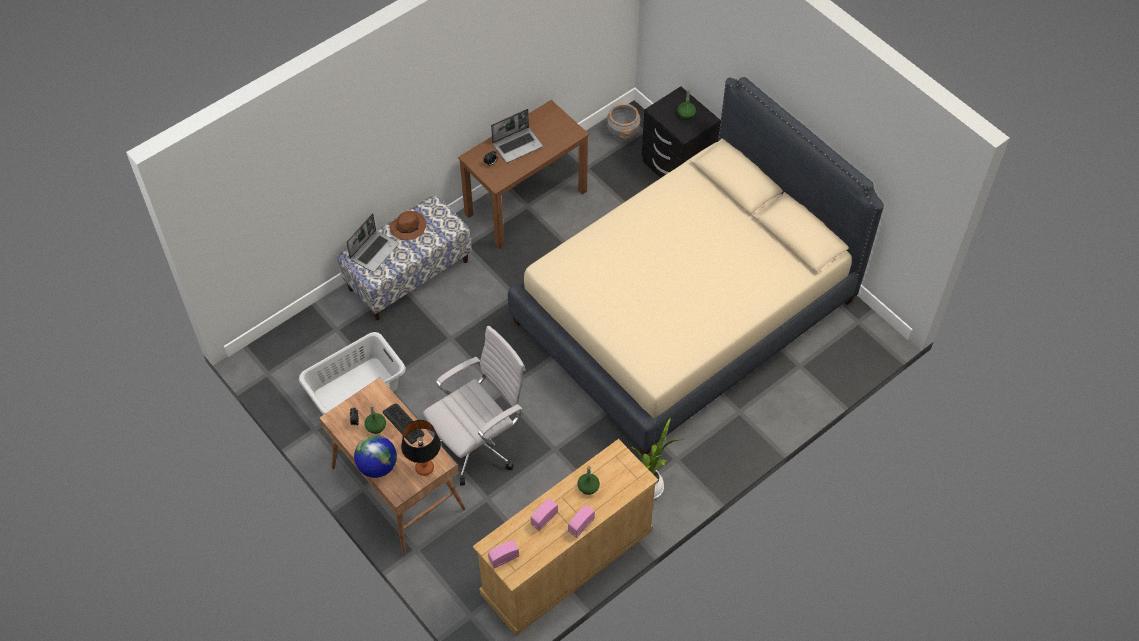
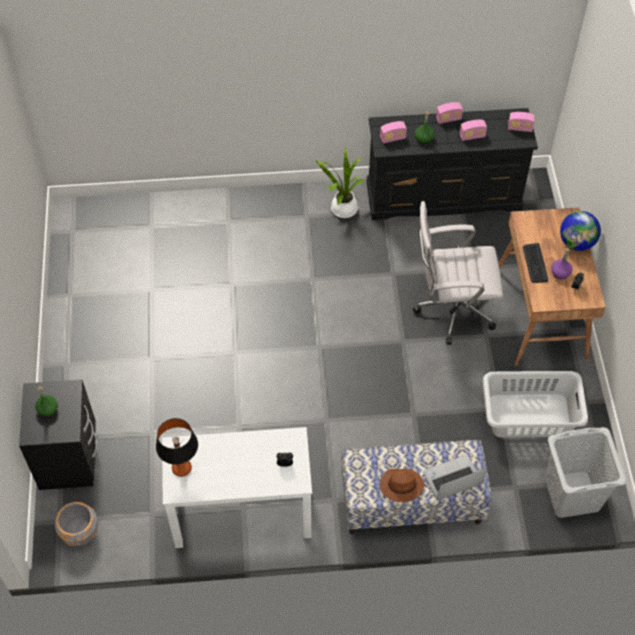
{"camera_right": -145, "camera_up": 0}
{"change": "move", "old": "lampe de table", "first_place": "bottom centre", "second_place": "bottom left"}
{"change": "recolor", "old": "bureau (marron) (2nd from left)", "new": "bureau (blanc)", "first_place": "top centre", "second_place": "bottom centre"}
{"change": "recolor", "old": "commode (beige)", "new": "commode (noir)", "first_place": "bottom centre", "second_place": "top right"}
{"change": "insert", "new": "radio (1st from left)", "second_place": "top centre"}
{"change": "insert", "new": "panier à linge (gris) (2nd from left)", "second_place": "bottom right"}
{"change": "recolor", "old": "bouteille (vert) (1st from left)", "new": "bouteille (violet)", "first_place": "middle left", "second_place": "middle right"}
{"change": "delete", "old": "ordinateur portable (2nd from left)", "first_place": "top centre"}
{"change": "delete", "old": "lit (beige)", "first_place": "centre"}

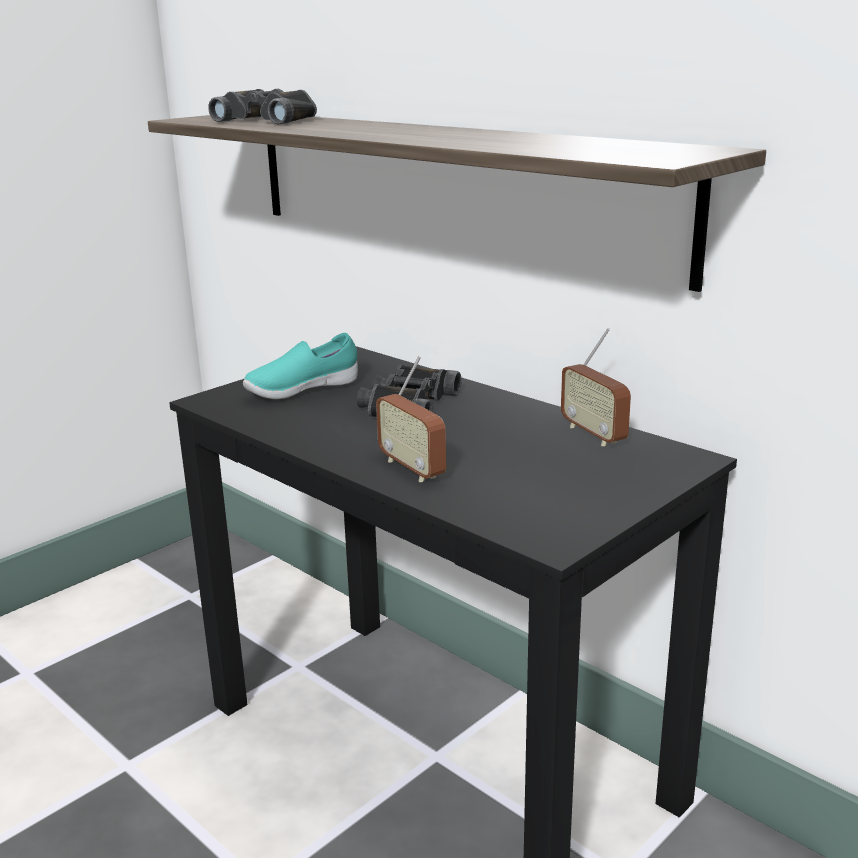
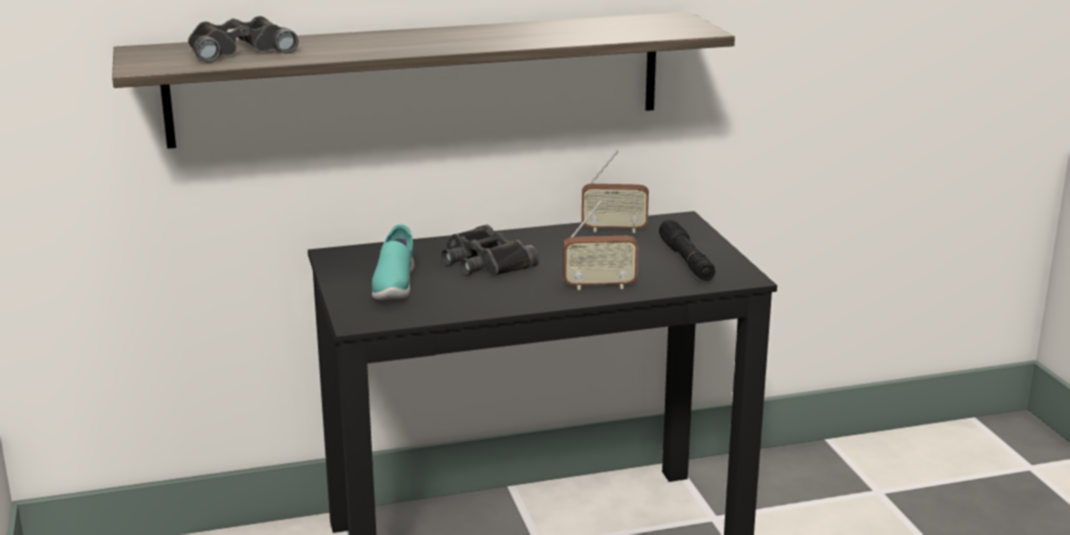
{"camera_right": -60, "camera_up": 0}
{"change": "insert", "new": "lampe de poche (noir)", "second_place": "centre"}

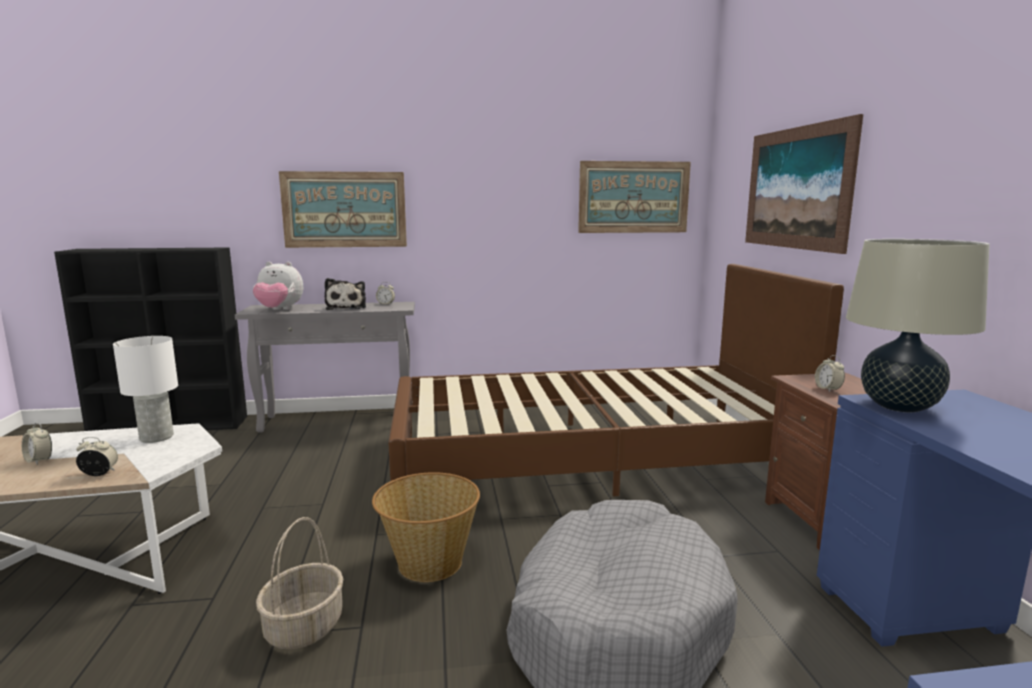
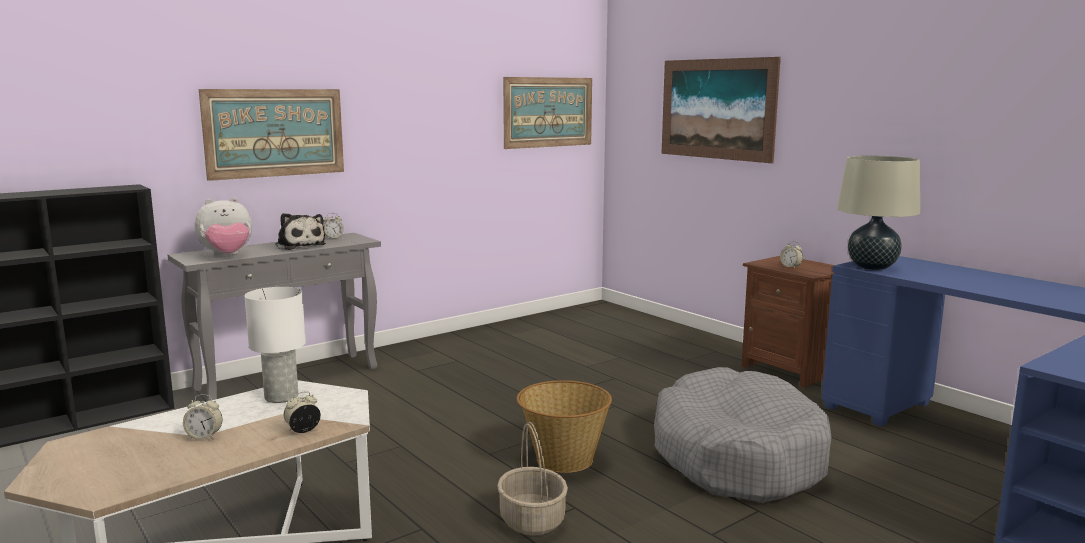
{"camera_right": -30, "camera_up": 0}
{"change": "delete", "old": "lit (marron)", "first_place": "centre"}

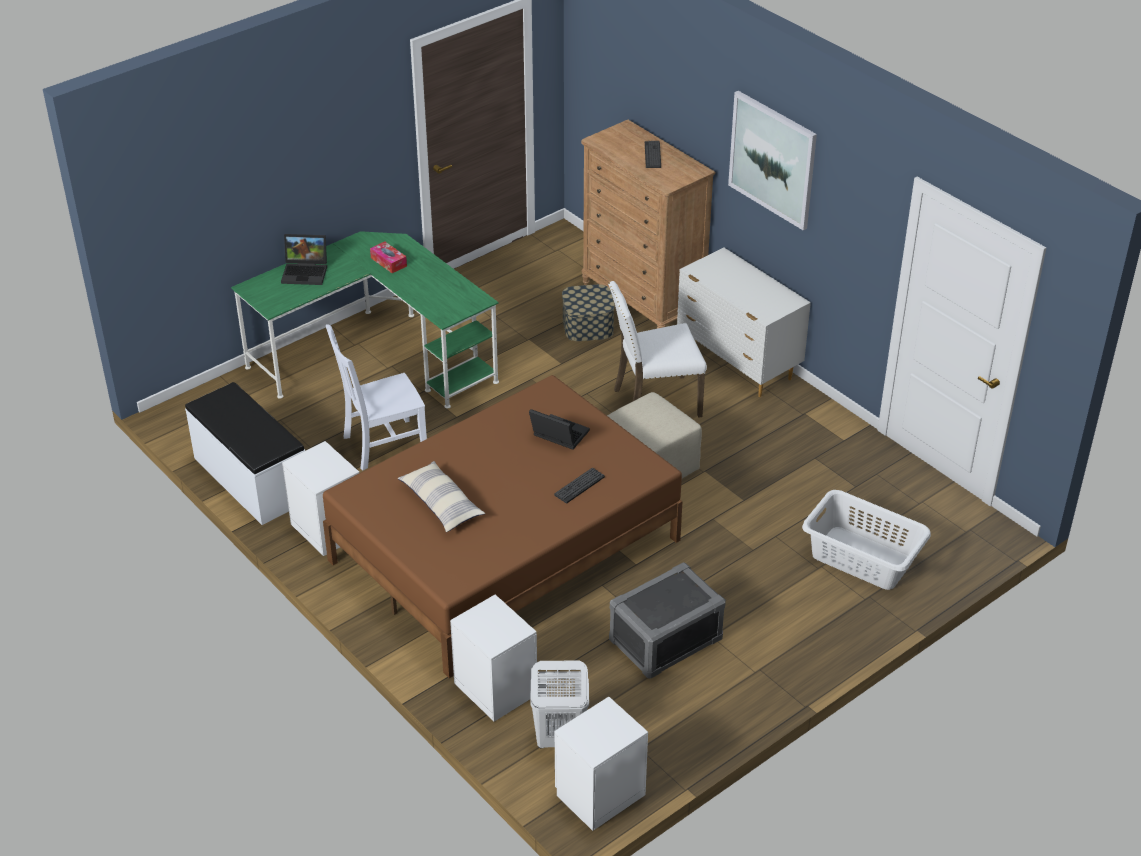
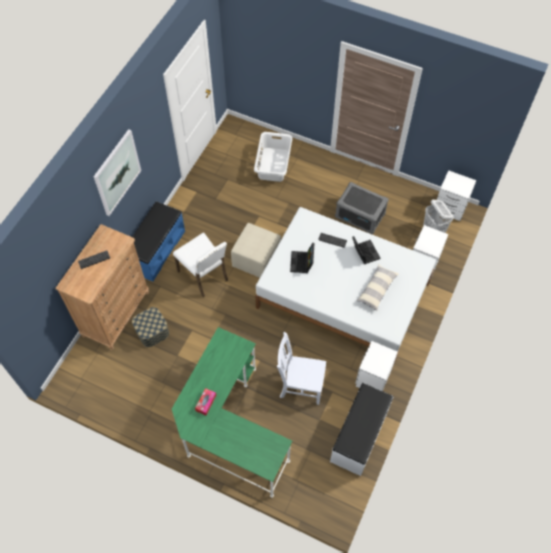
{"camera_right": -115, "camera_up": 20}
{"change": "replace", "old": "commode (blanc)", "new": "banc (bleu)", "first_place": "centre", "second_place": "middle left"}
{"change": "recolor", "old": "lit (marron)", "new": "lit (blanc)", "first_place": "centre", "second_place": "centre"}
{"change": "rotate", "old": "chaise (blanc) (1st from left in the first image)", "first_place": "middle left", "second_place": "centre", "degrees": 150}
{"change": "move", "old": "ordinateur portable (1st from left in the first image)", "new": "ordinateur portable (2nd from left)", "first_place": "top left", "second_place": "centre"}

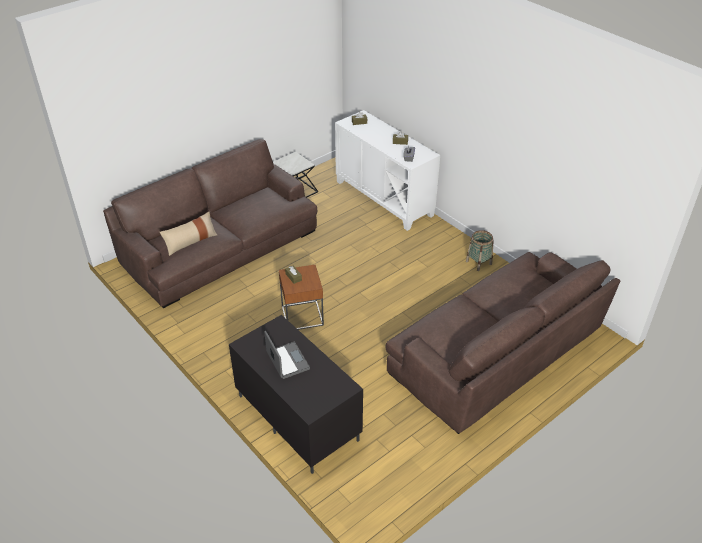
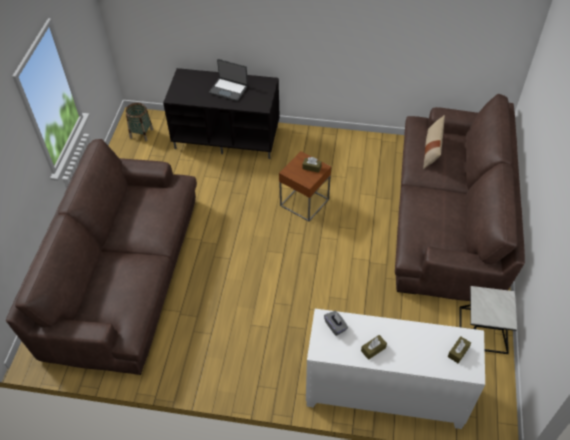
{"camera_right": 140, "camera_up": 10}
{"change": "move", "old": "panier", "first_place": "middle right", "second_place": "top left"}

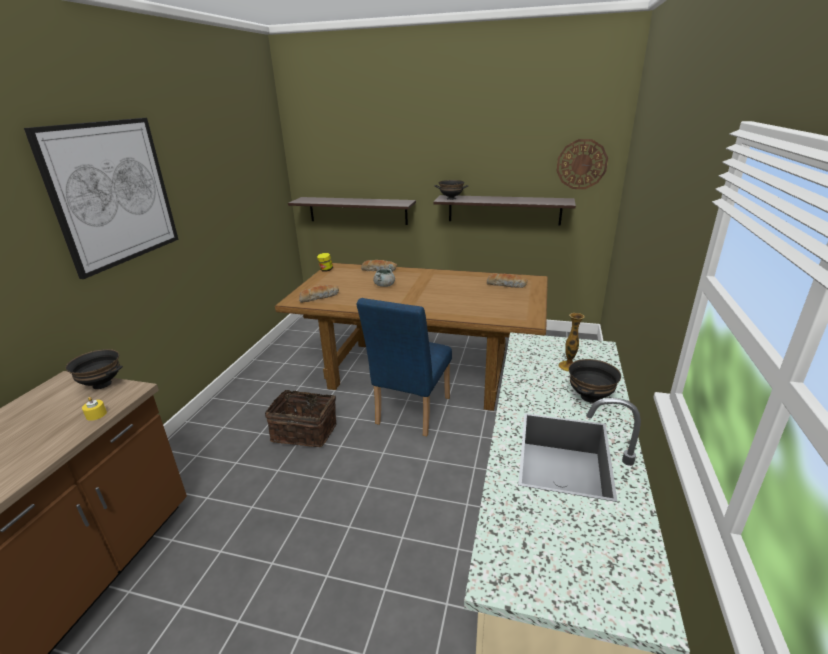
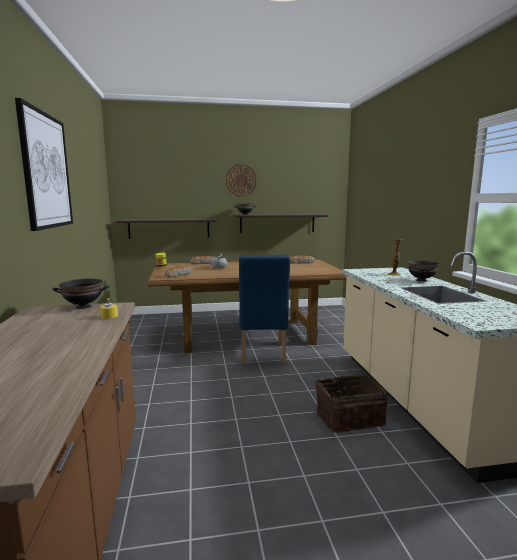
{"camera_right": -25, "camera_up": -15}
{"change": "move", "old": "horloge murale", "first_place": "top right", "second_place": "top centre"}
{"change": "move", "old": "panier", "first_place": "centre", "second_place": "bottom right"}

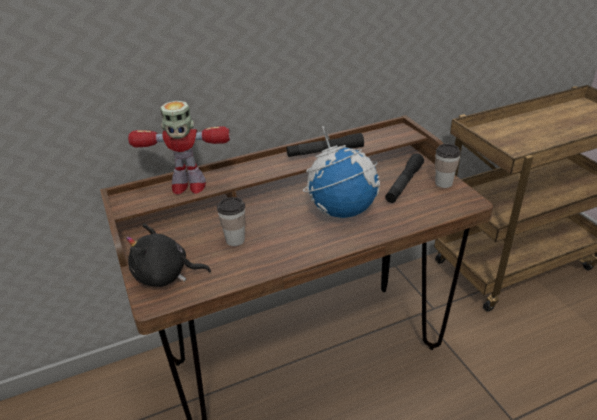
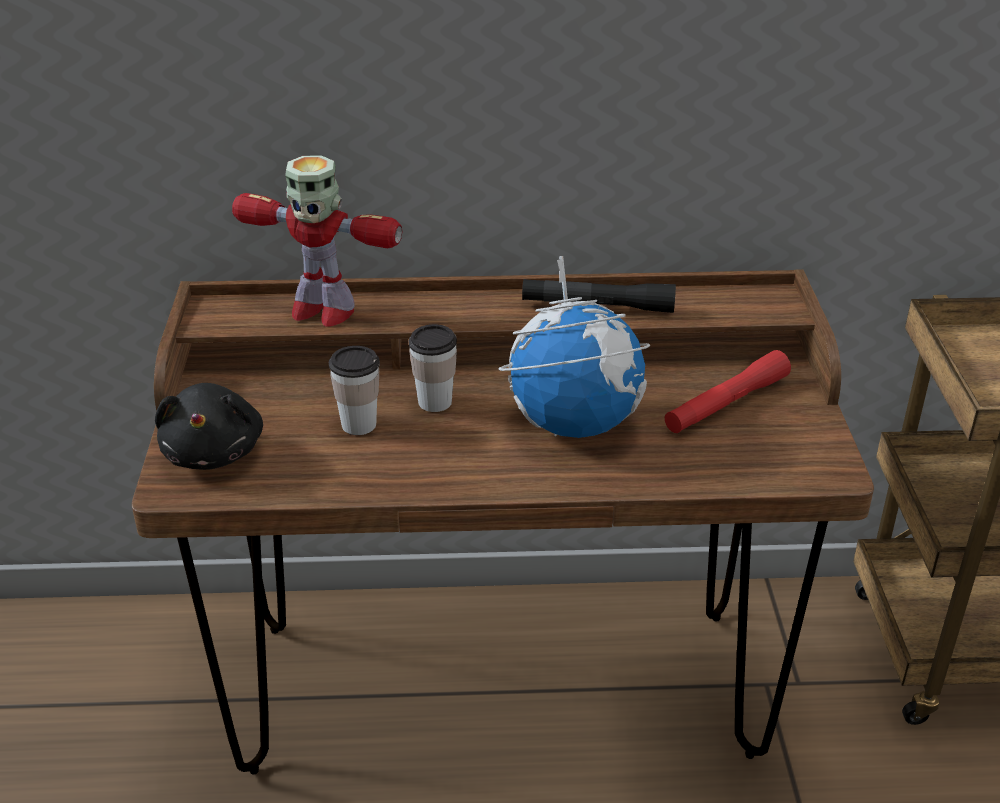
{"camera_right": 20, "camera_up": 0}
{"change": "rotate", "old": "peluche (noir)", "first_place": "middle left", "second_place": "middle left", "degrees": -120}
{"change": "move", "old": "tasse (2nd from left)", "first_place": "middle right", "second_place": "centre"}
{"change": "recolor", "old": "lampe de poche (noir) (2nd from left)", "new": "lampe de poche (rouge)", "first_place": "middle right", "second_place": "middle right"}

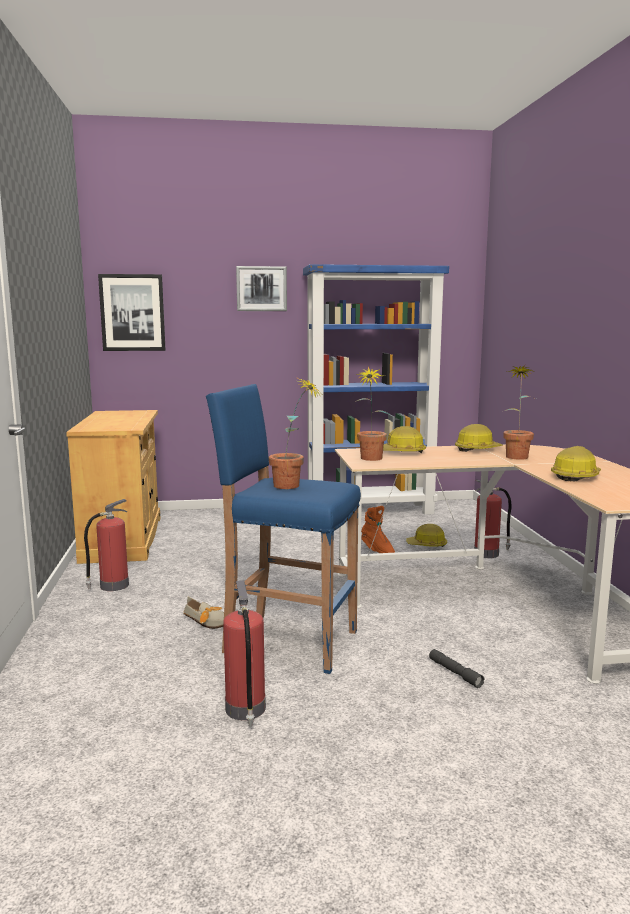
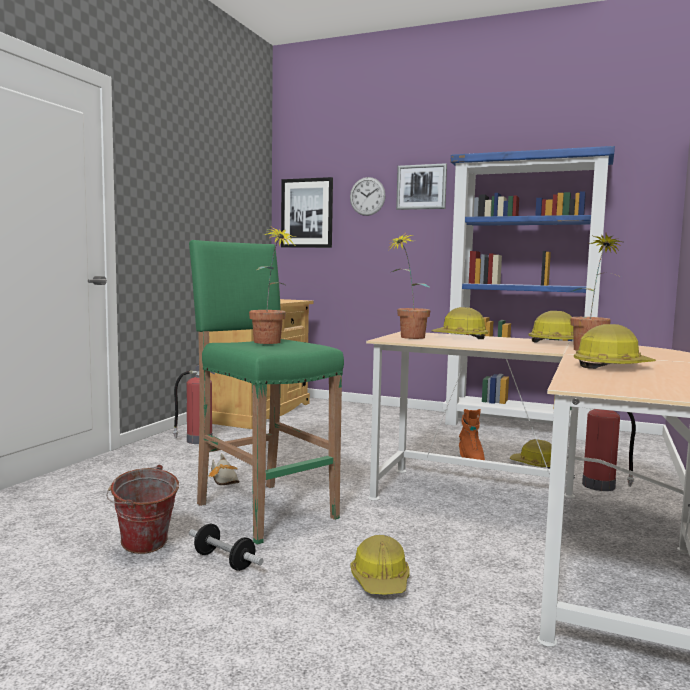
{"camera_right": 30, "camera_up": -5}
{"change": "replace", "old": "extincteur (2nd from left)", "new": "seau", "first_place": "bottom centre", "second_place": "bottom left"}
{"change": "recolor", "old": "tabouret (bleu)", "new": "tabouret (vert)", "first_place": "centre", "second_place": "centre"}
{"change": "insert", "new": "haltère", "second_place": "bottom left"}
{"change": "insert", "new": "horloge murale", "second_place": "top centre"}
{"change": "replace", "old": "lampe de poche (gris)", "new": "casque de chantier (1st from left)", "first_place": "bottom right", "second_place": "bottom centre"}

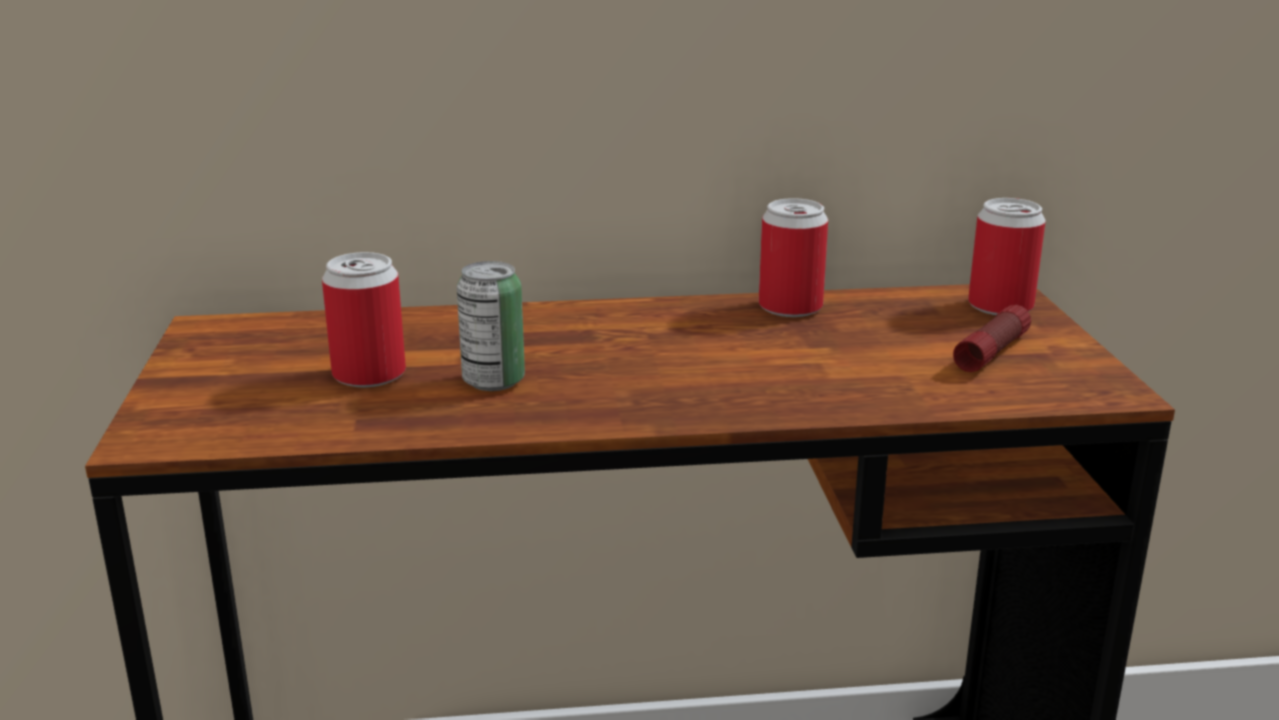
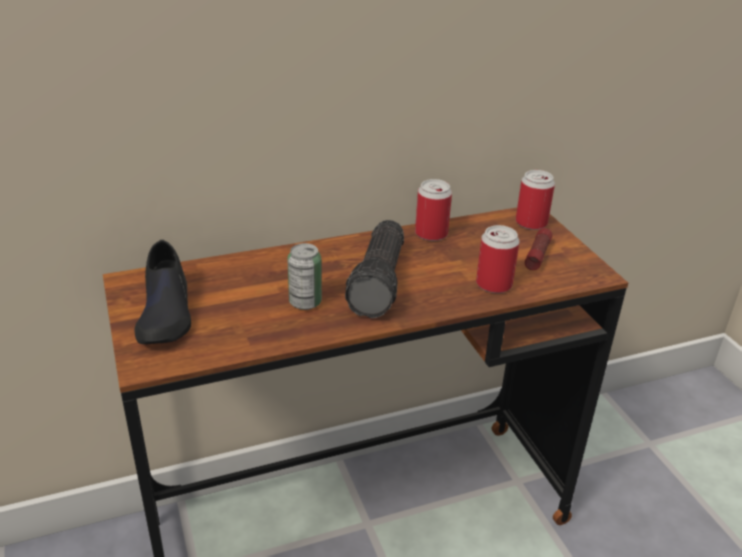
{"camera_right": -15, "camera_up": 10}
{"change": "insert", "new": "chaussure (noir)", "second_place": "middle left"}
{"change": "insert", "new": "lampe de poche (1st from left)", "second_place": "centre"}
{"change": "move", "old": "boîte métallique (1st from left in the first image)", "new": "boîte métallique (3rd from left)", "first_place": "middle left", "second_place": "middle right"}

